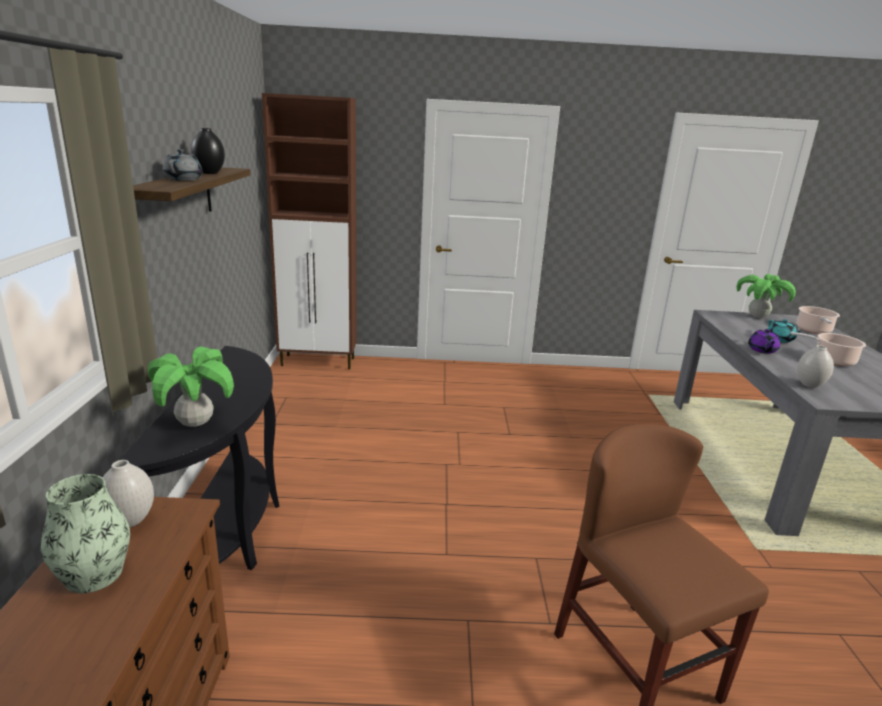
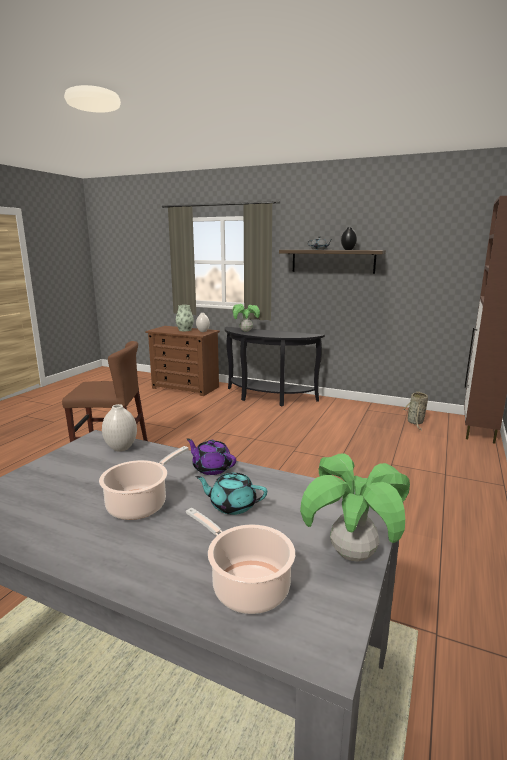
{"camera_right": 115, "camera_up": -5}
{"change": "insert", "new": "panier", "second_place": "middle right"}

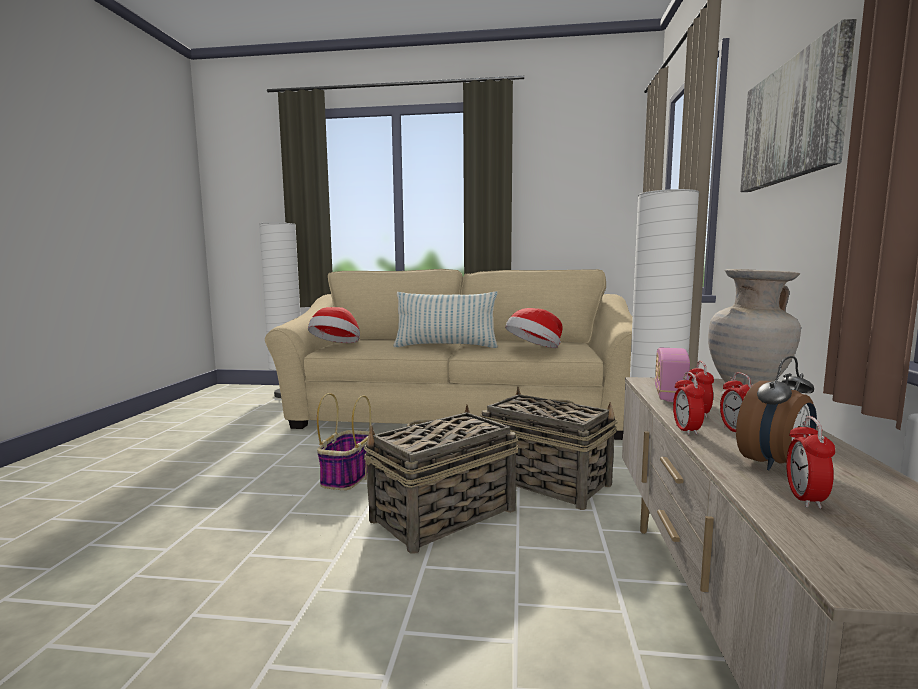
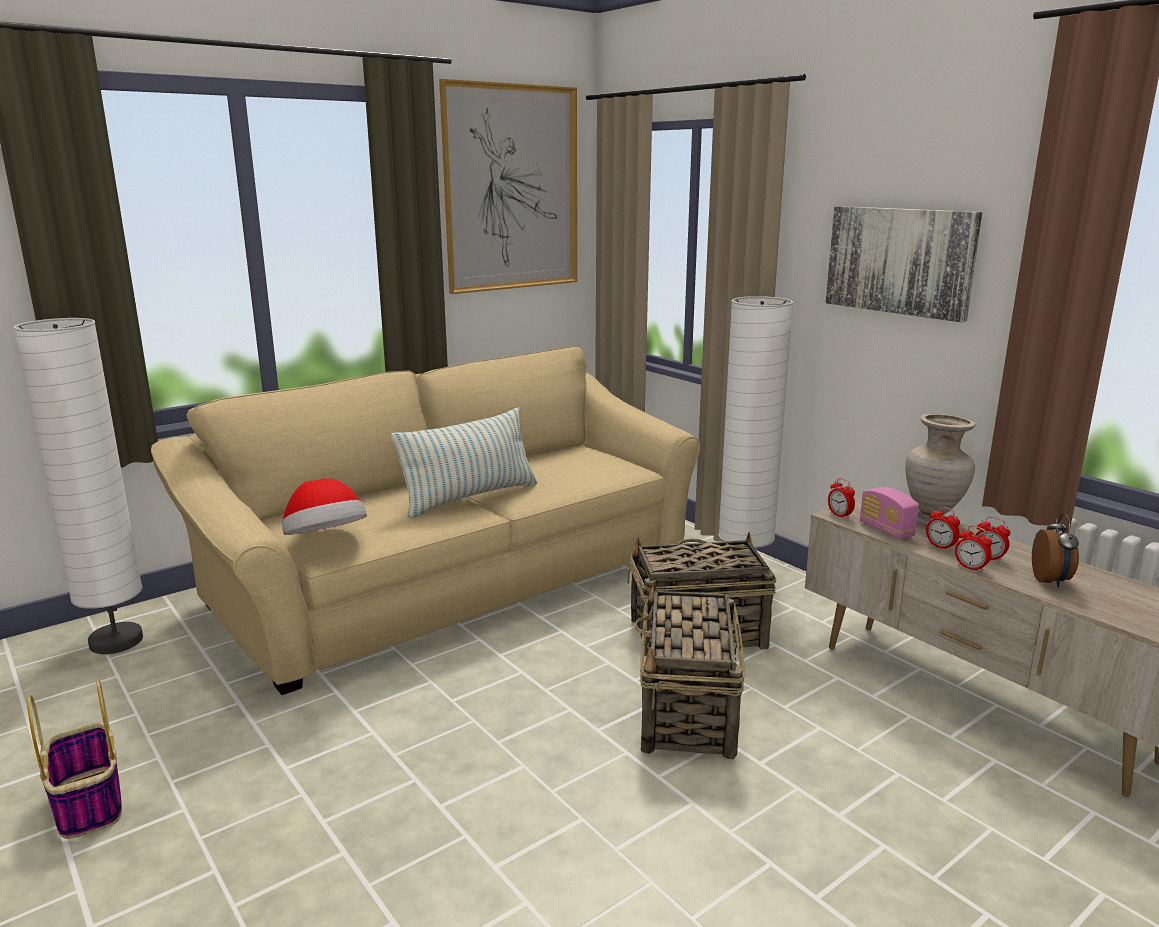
{"camera_right": -45, "camera_up": 10}
{"change": "move", "old": "panier (1st from left)", "first_place": "centre", "second_place": "bottom left"}
{"change": "insert", "new": "tableau (1st from left)", "second_place": "top centre"}
{"change": "move", "old": "réveil (5th from left in the first image)", "new": "réveil (1st from left)", "first_place": "bottom right", "second_place": "middle right"}
{"change": "delete", "old": "chapeau (2nd from left)", "first_place": "centre"}

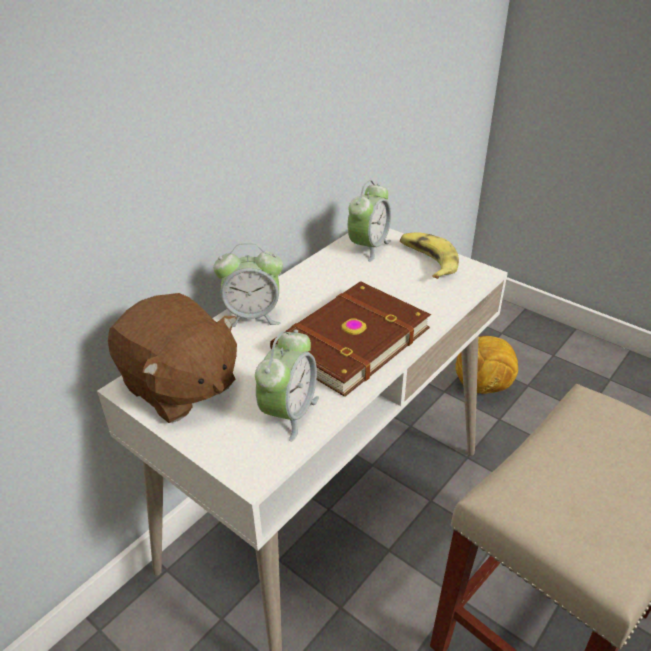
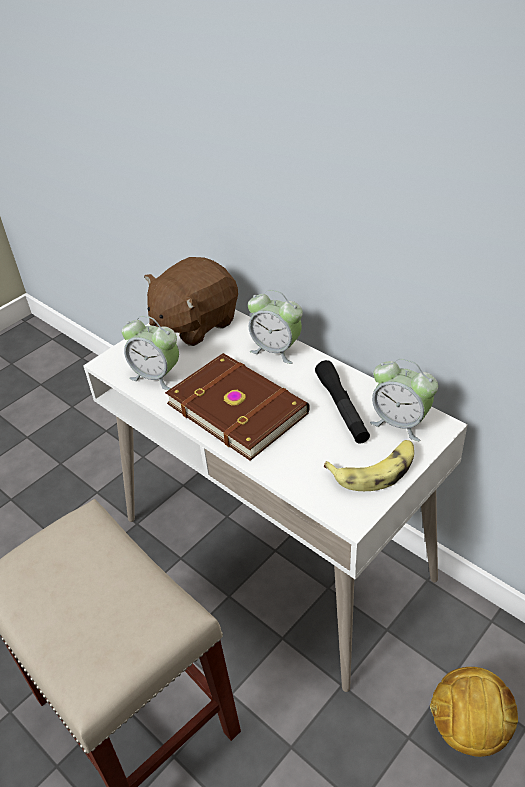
{"camera_right": 95, "camera_up": 5}
{"change": "rotate", "old": "réveil (1st from left in the first image)", "first_place": "centre", "second_place": "centre", "degrees": -60}
{"change": "insert", "new": "lampe de poche (noir)", "second_place": "centre"}

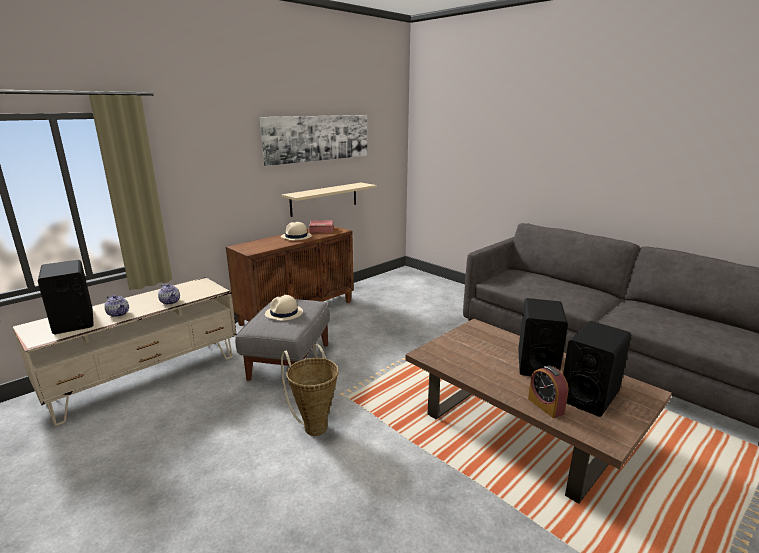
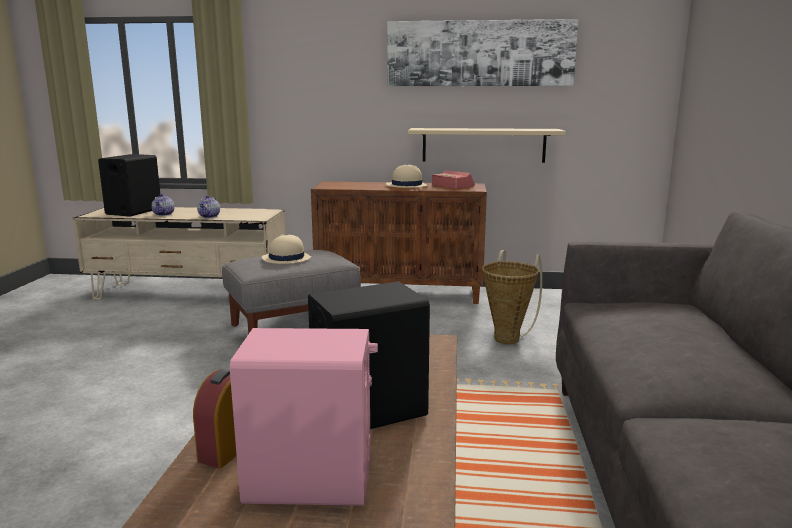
{"camera_right": 50, "camera_up": -5}
{"change": "recolor", "old": "enceinte (noir) (3rd from left)", "new": "enceinte (rose)", "first_place": "bottom right", "second_place": "bottom centre"}
{"change": "move", "old": "panier", "first_place": "bottom centre", "second_place": "centre"}

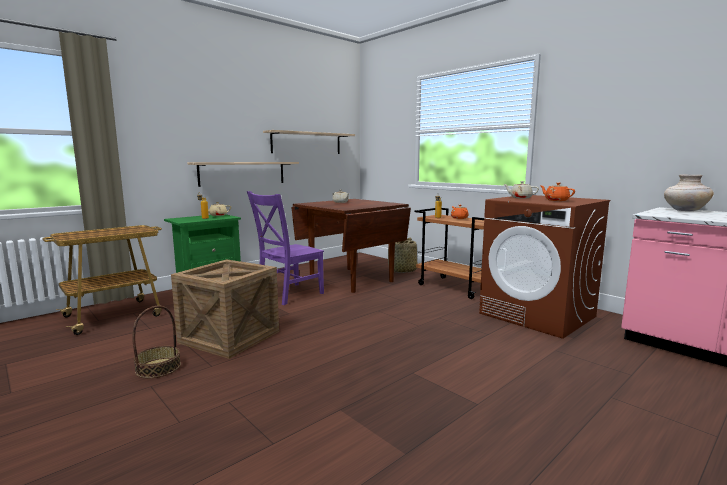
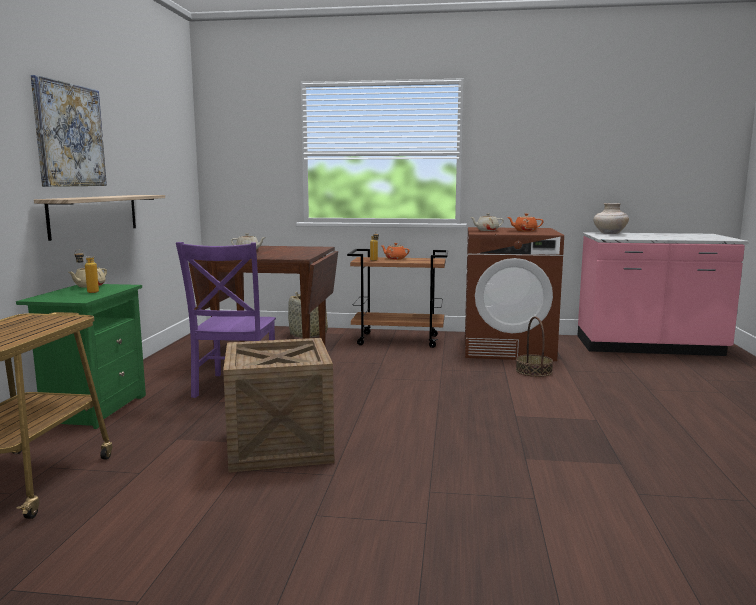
{"camera_right": -40, "camera_up": 0}
{"change": "insert", "new": "tableau", "second_place": "top left"}
{"change": "move", "old": "panier (1st from left in the first image)", "new": "panier (2nd from left)", "first_place": "bottom left", "second_place": "middle right"}
{"change": "delete", "old": "étagère (2nd from left)", "first_place": "top centre"}

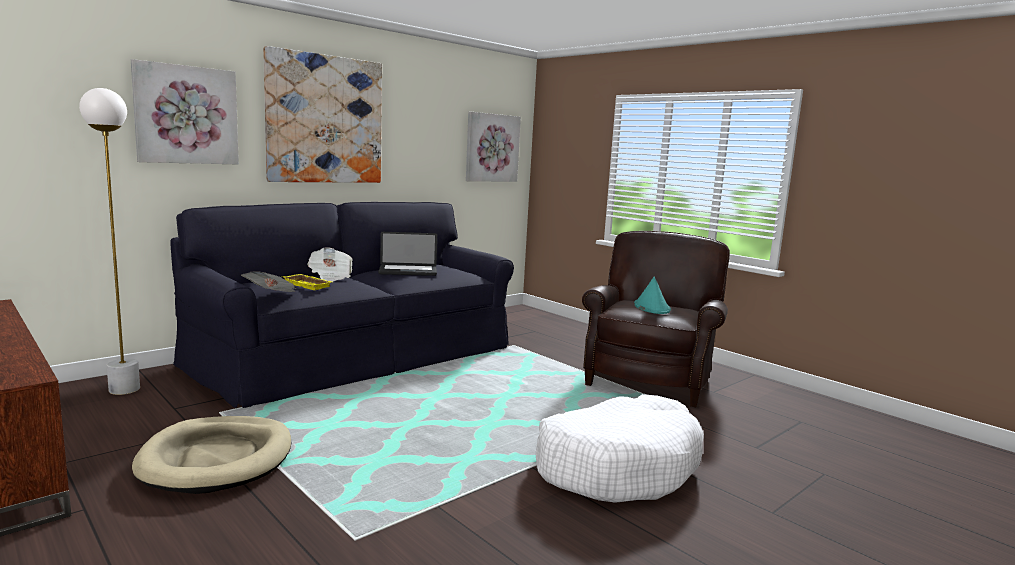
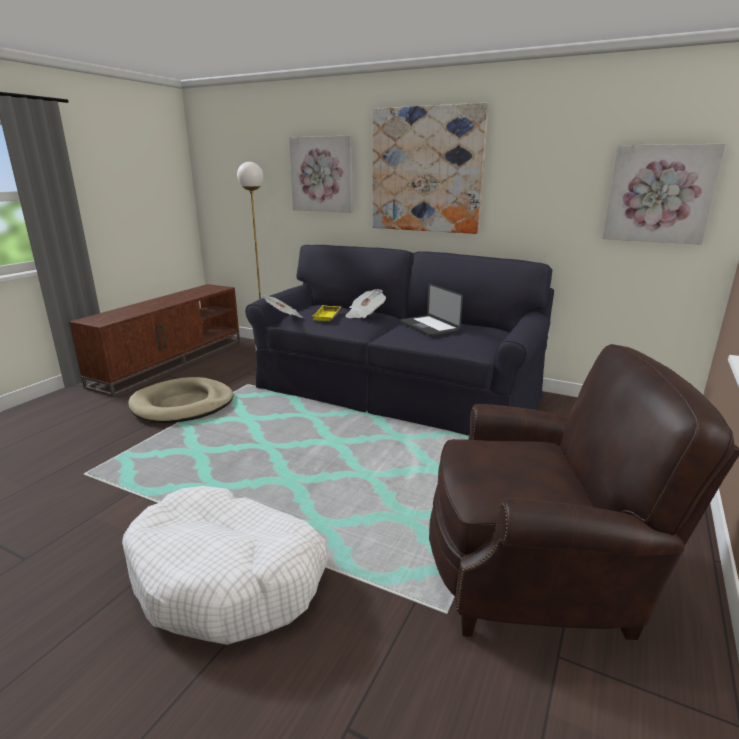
{"camera_right": 70, "camera_up": 10}
{"change": "delete", "old": "chapeau (turquoise)", "first_place": "centre"}

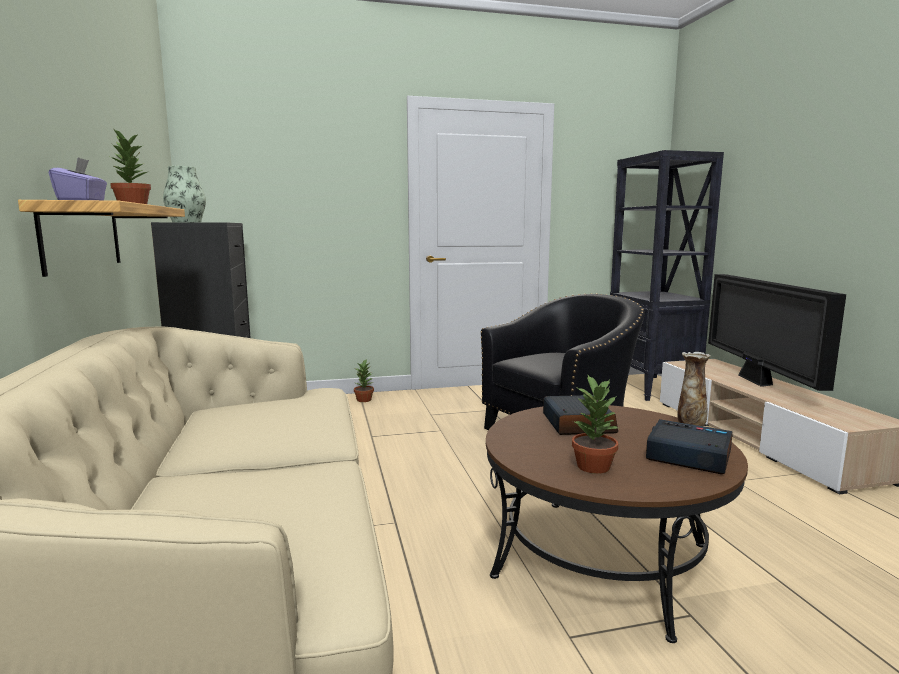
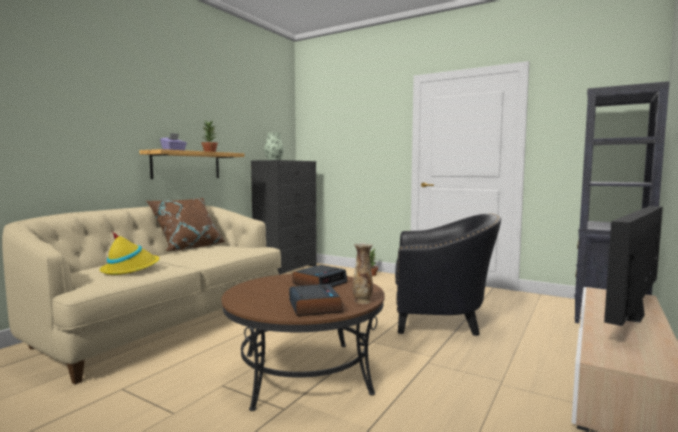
{"camera_right": 45, "camera_up": -5}
{"change": "insert", "new": "chapeau (jaune)", "second_place": "middle left"}
{"change": "insert", "new": "coussin (marron)", "second_place": "middle left"}
{"change": "delete", "old": "plante en pot (3rd from left)", "first_place": "centre"}

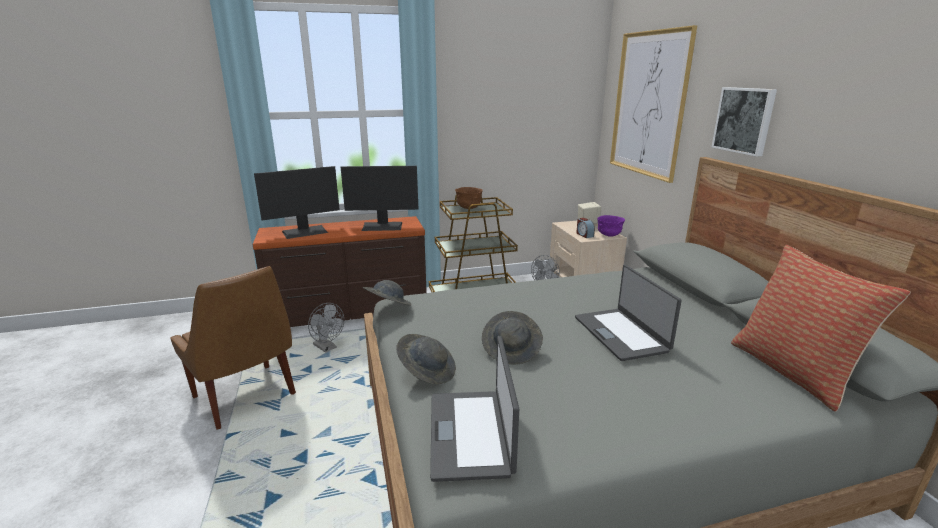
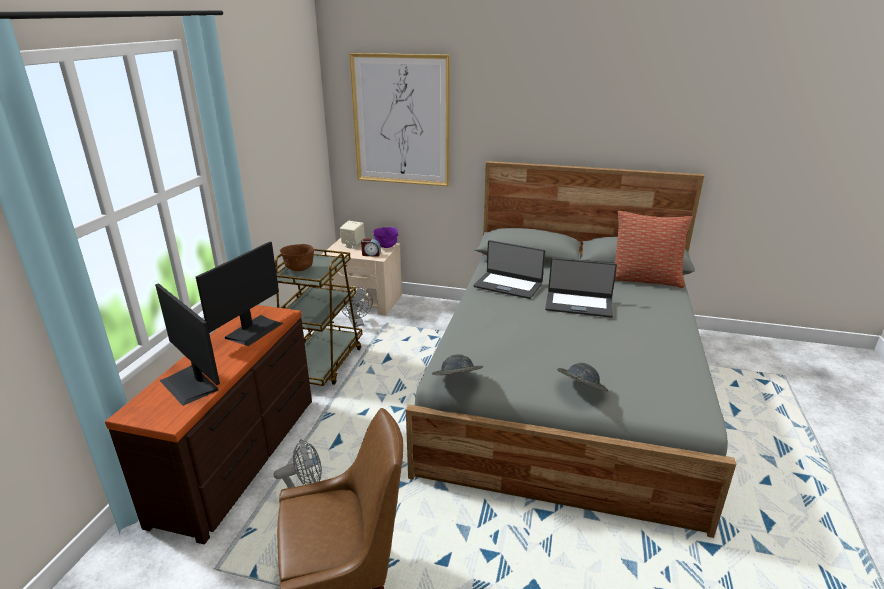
{"camera_right": -60, "camera_up": 5}
{"change": "rotate", "old": "écran d'ordinateur (1st from left)", "first_place": "middle left", "second_place": "middle left", "degrees": 135}
{"change": "move", "old": "ordinateur portable (1st from left)", "first_place": "bottom centre", "second_place": "centre"}
{"change": "delete", "old": "chapeau (gris) (3rd from left)", "first_place": "centre"}
{"change": "delete", "old": "tableau (2nd from left)", "first_place": "top right"}

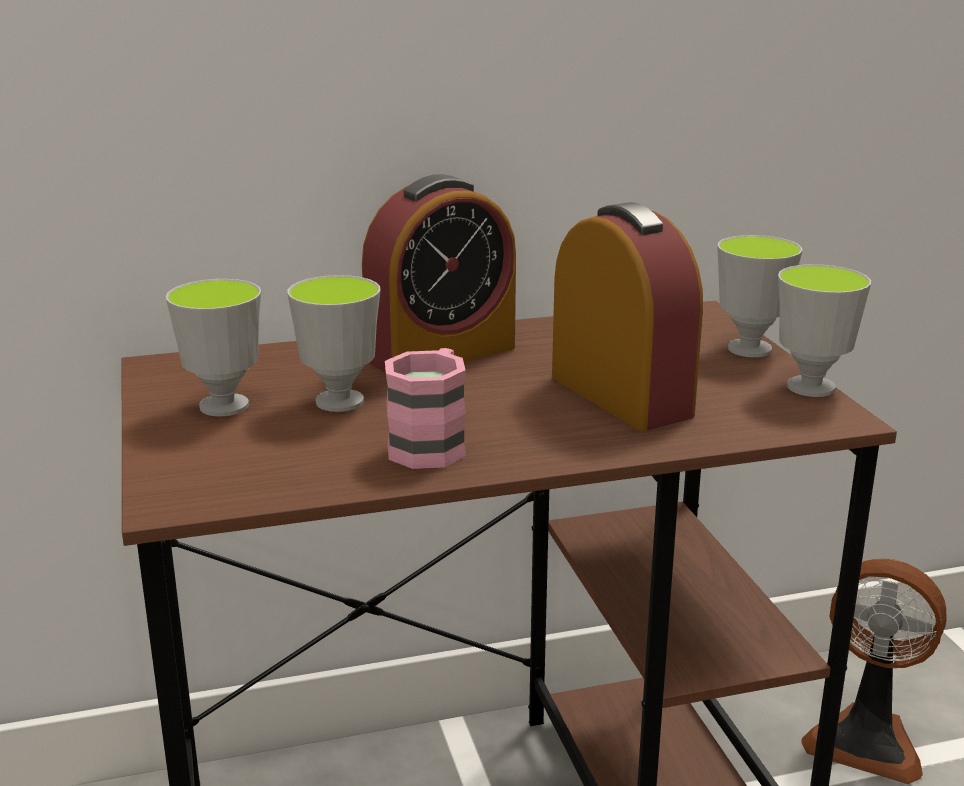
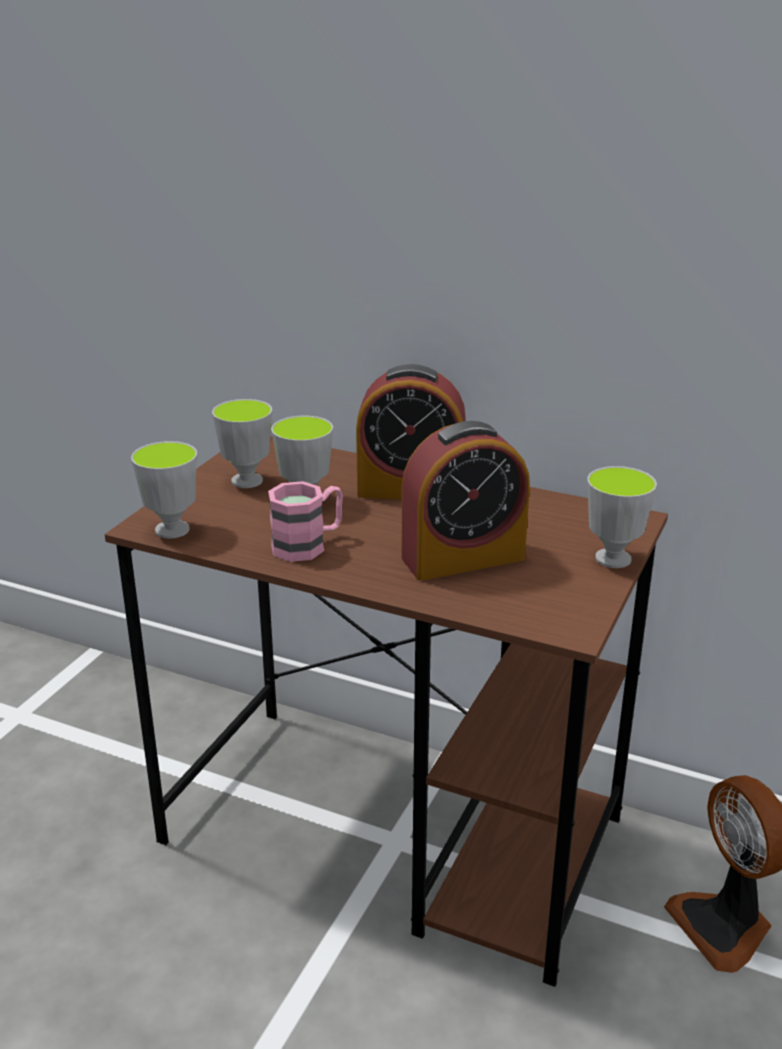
{"camera_right": 40, "camera_up": 5}
{"change": "move", "old": "tasse (4th from left in the first image)", "new": "tasse (1st from left)", "first_place": "middle right", "second_place": "middle left"}
{"change": "rotate", "old": "réveil (2nd from left)", "first_place": "centre", "second_place": "centre", "degrees": 60}

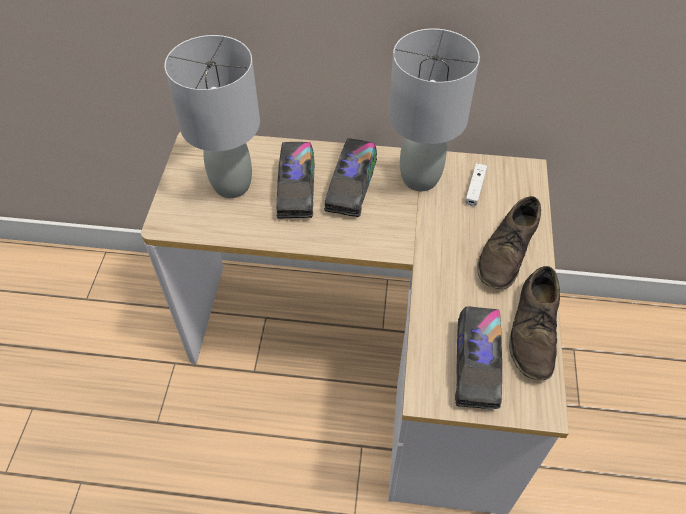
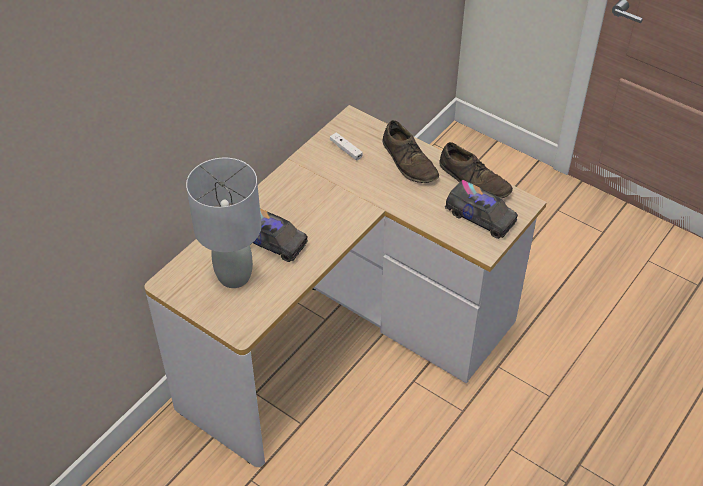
{"camera_right": -60, "camera_up": -5}
{"change": "delete", "old": "camion jouet (2nd from left)", "first_place": "centre"}
{"change": "delete", "old": "lampe de table (gris) (2nd from left)", "first_place": "top centre"}

